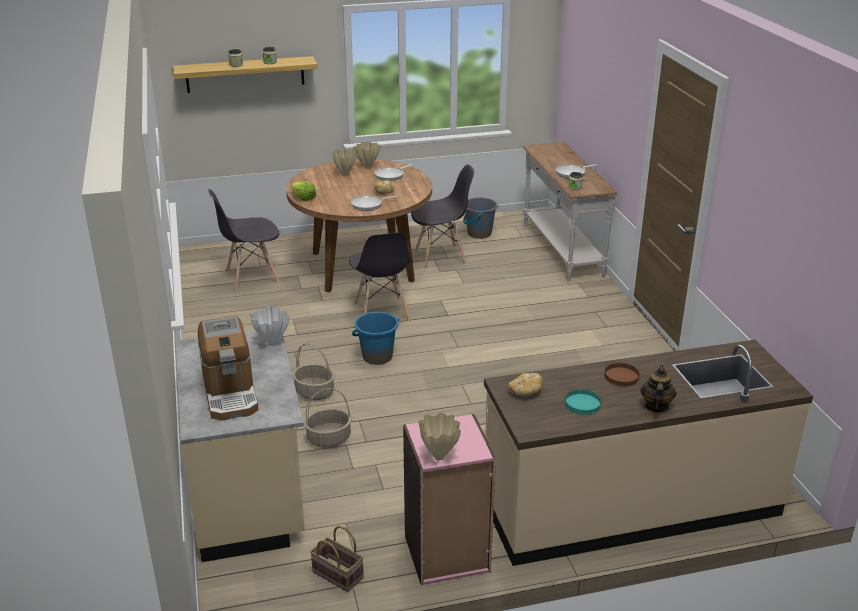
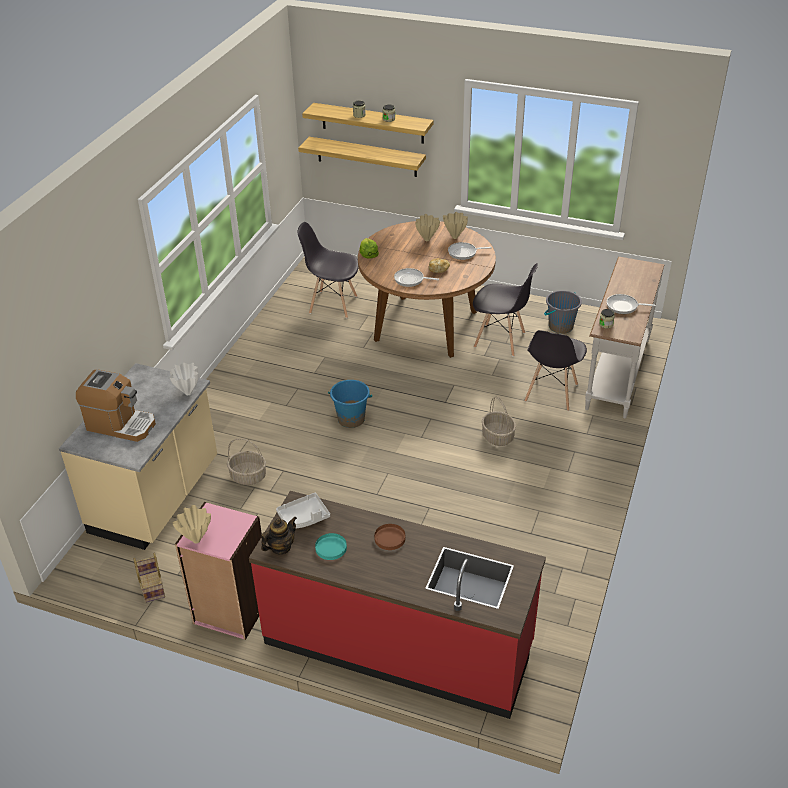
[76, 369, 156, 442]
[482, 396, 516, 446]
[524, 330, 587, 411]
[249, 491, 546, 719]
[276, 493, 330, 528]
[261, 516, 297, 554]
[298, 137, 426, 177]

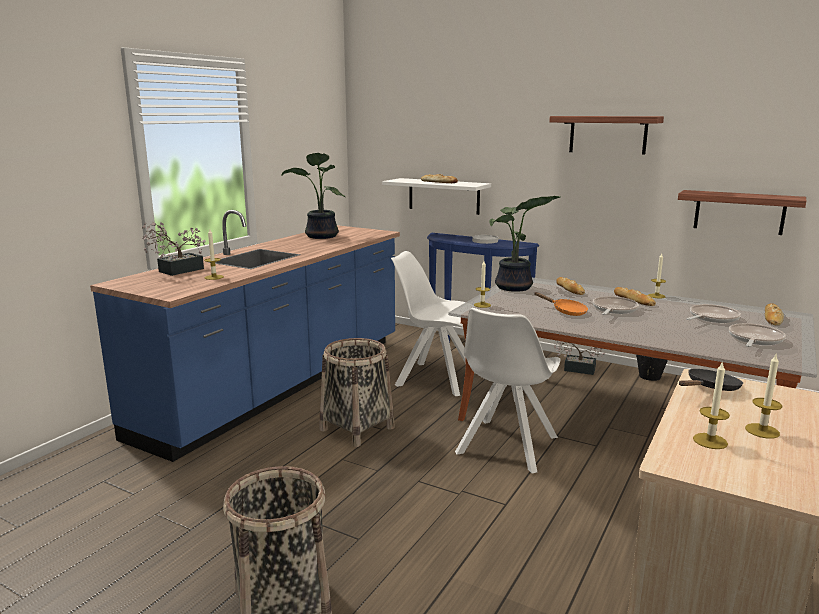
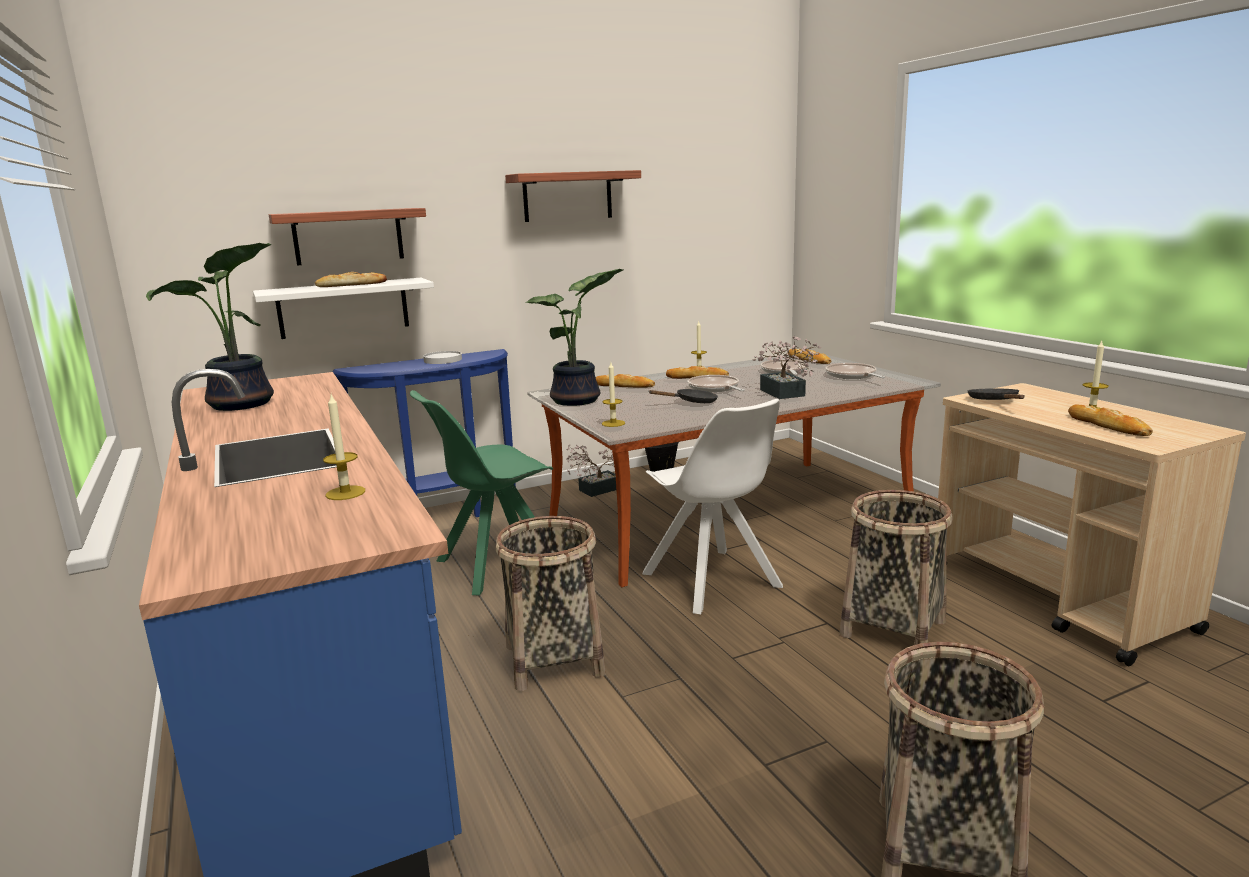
[753, 336, 821, 399]
[410, 390, 553, 595]
[649, 389, 718, 403]
[269, 208, 426, 265]
[1068, 404, 1153, 436]
[840, 490, 952, 645]

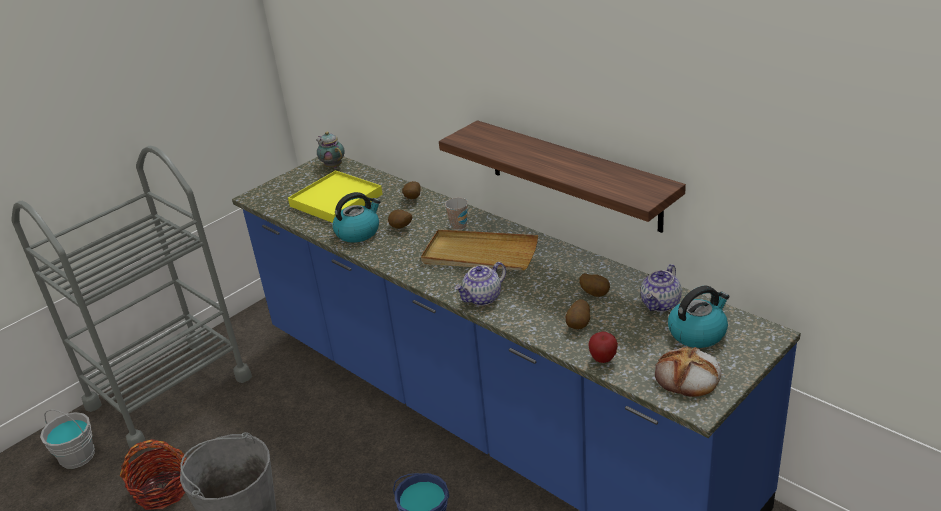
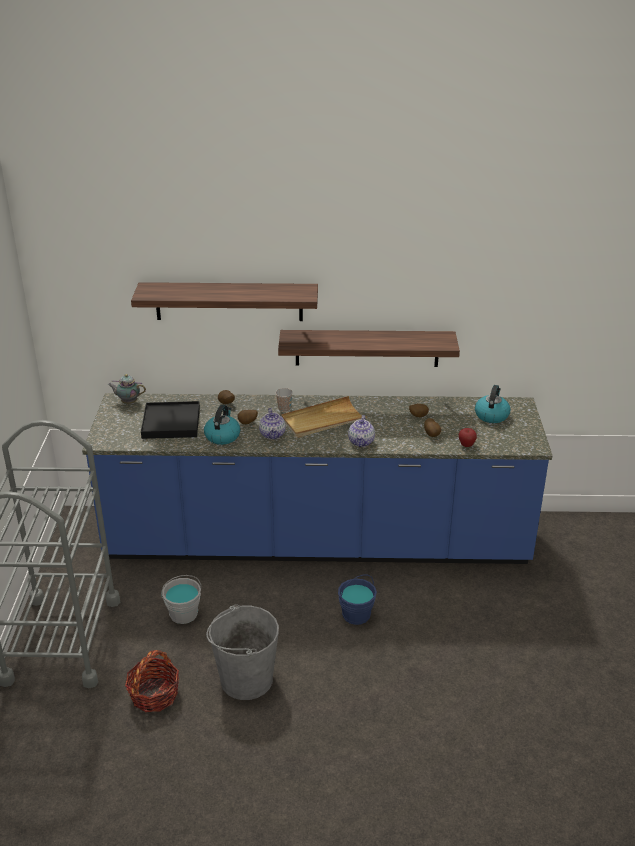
[161, 575, 201, 624]
[141, 401, 200, 439]
[259, 408, 286, 440]
[655, 347, 721, 397] (first image)
[131, 282, 318, 321]

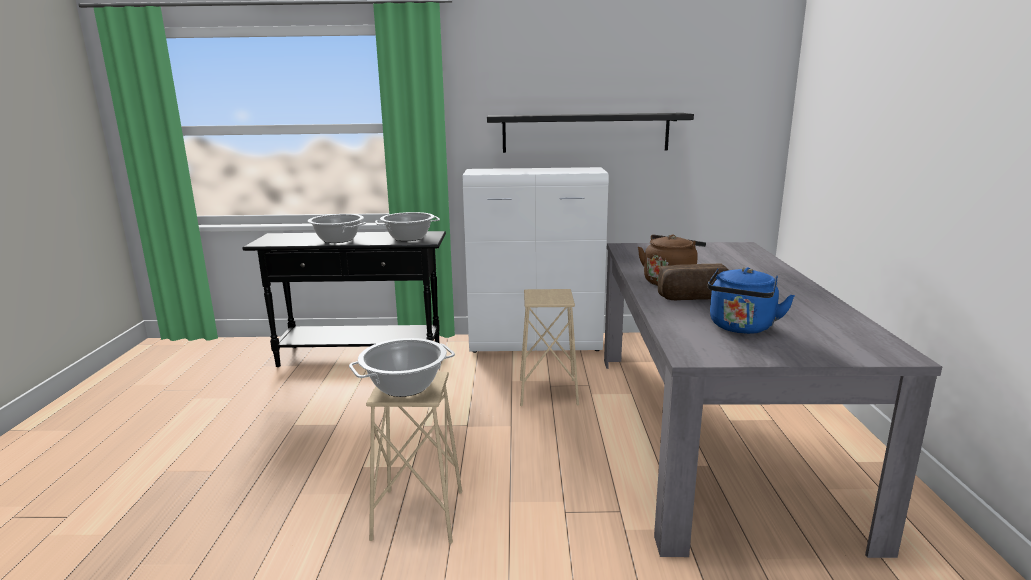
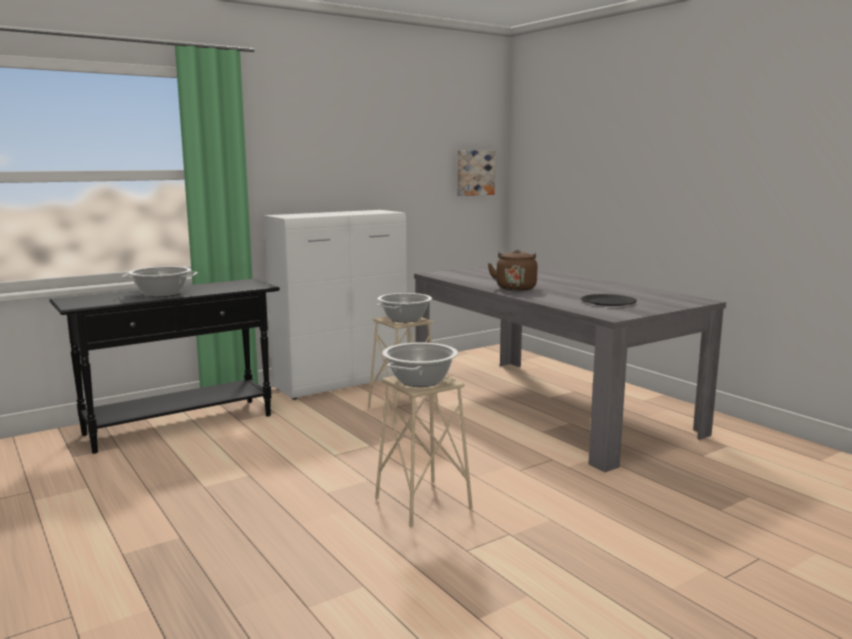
[377, 293, 432, 323]
[487, 113, 694, 153] (first image)
[658, 263, 729, 300] (first image)
[581, 294, 637, 306]
[457, 150, 495, 196]

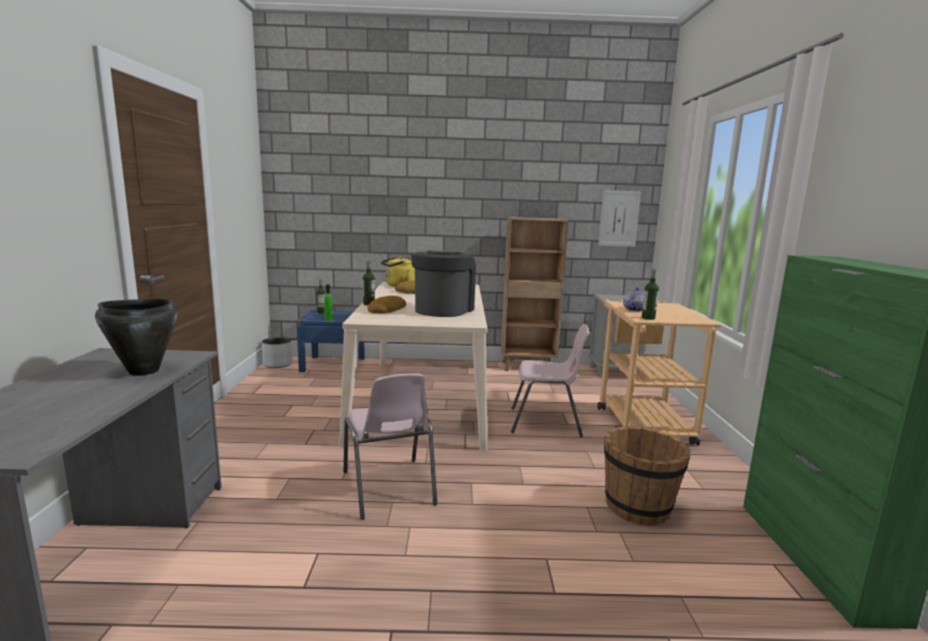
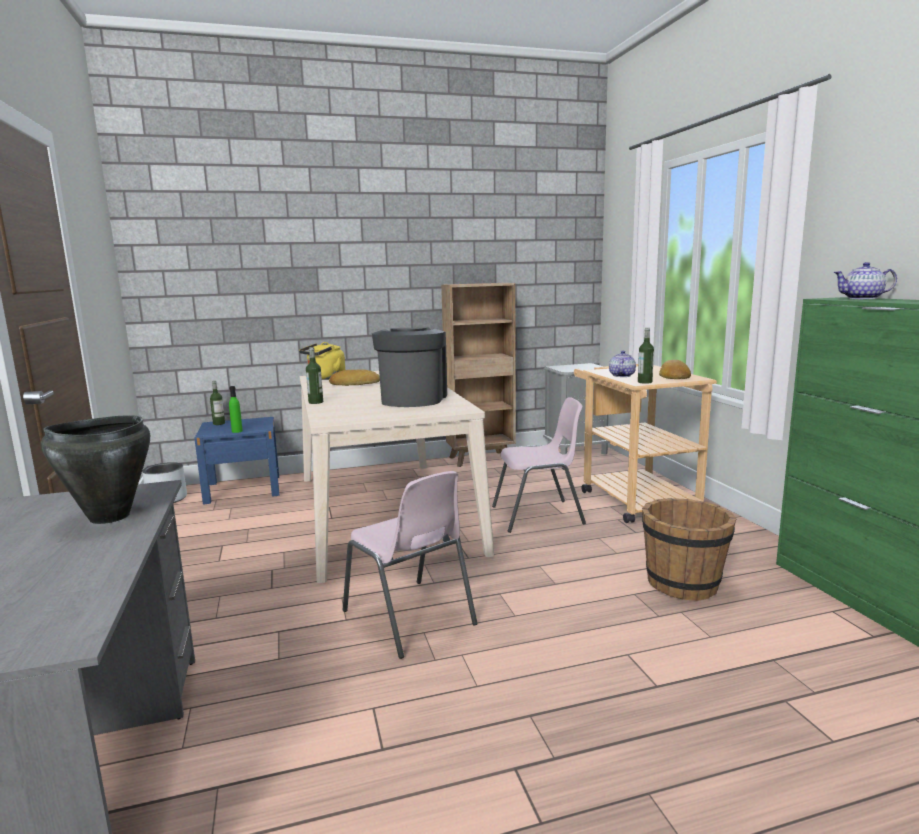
[659, 360, 691, 379]
[598, 190, 641, 247] (first image)
[833, 262, 897, 299]

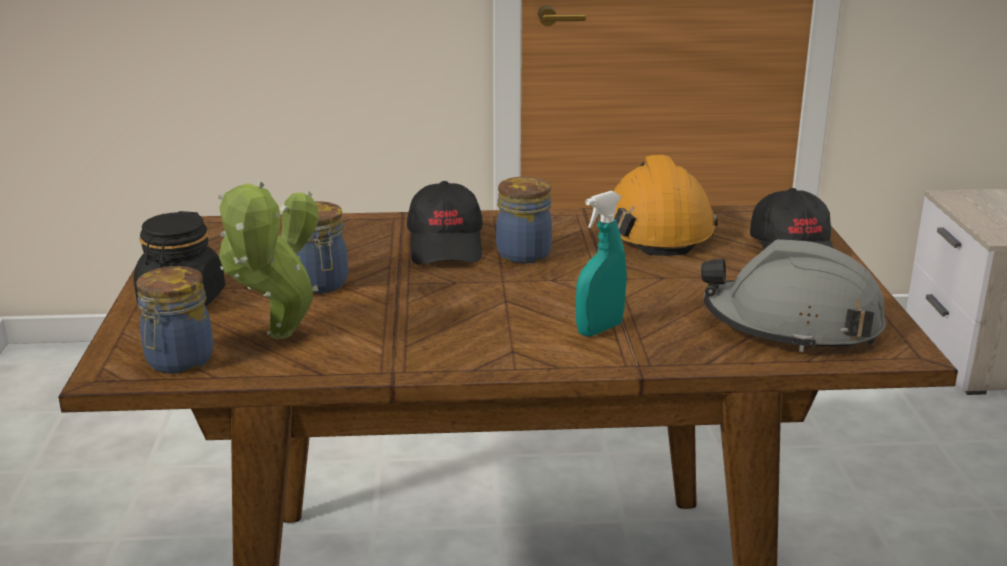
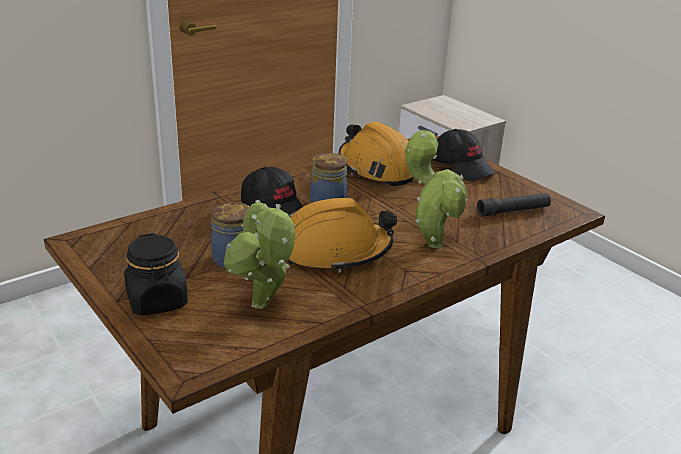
[136, 266, 213, 374] (first image)
[405, 130, 467, 248]
[477, 193, 551, 217]
[287, 198, 397, 273]

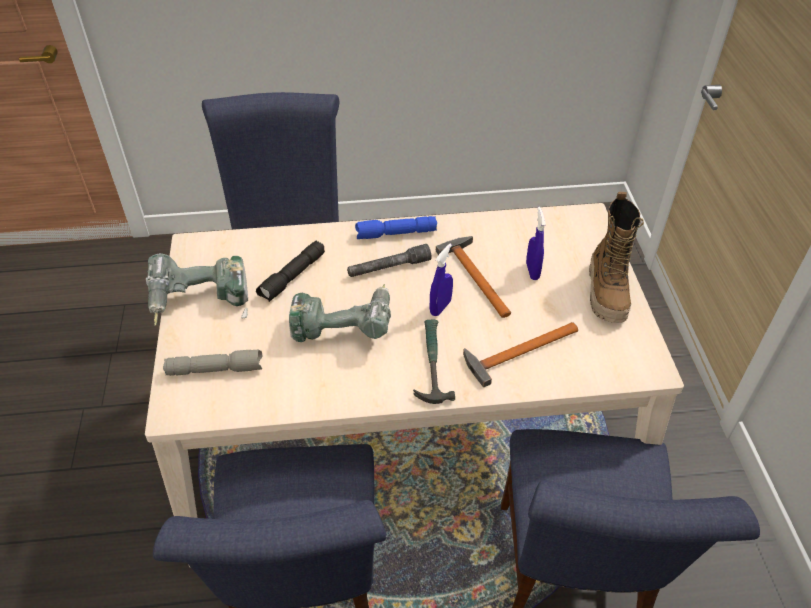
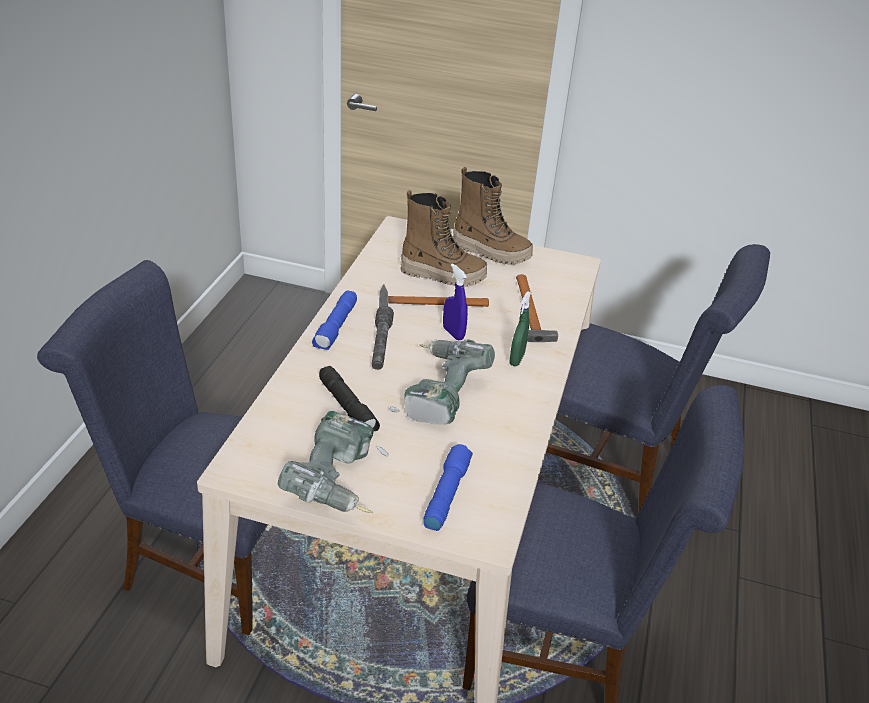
[423, 444, 473, 531]
[509, 291, 531, 366]
[400, 190, 487, 287]

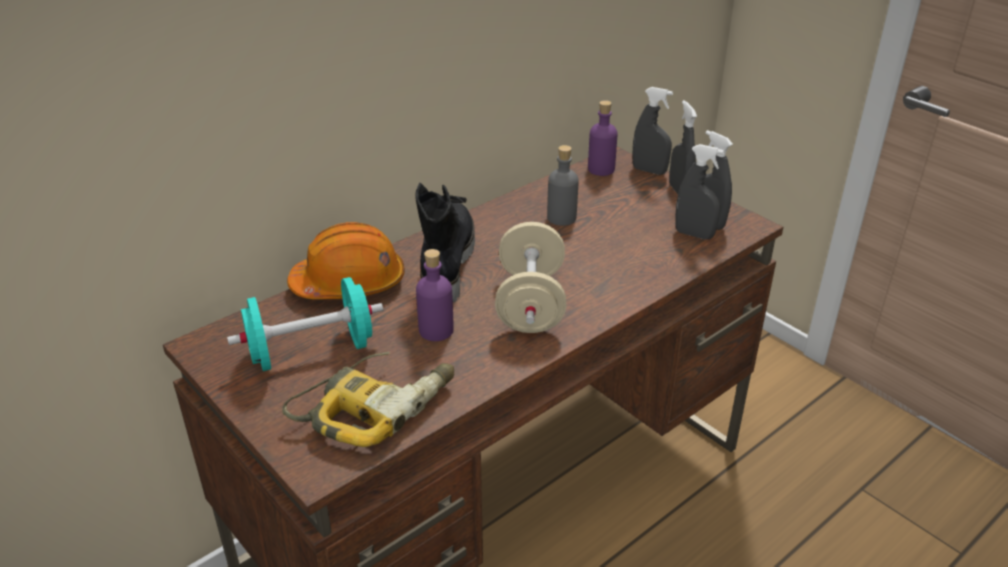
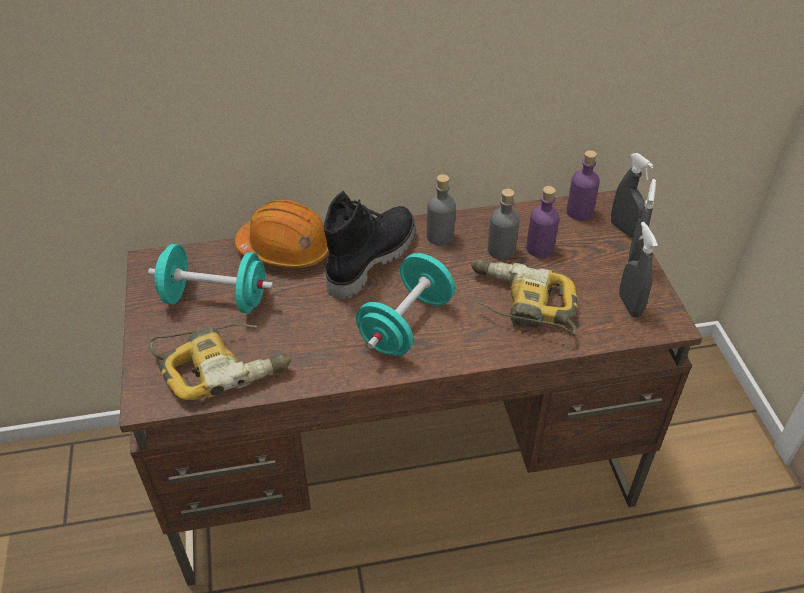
[526, 186, 560, 258]
[356, 253, 455, 356]
[675, 144, 724, 239] (first image)
[427, 174, 456, 246]
[471, 259, 577, 336]

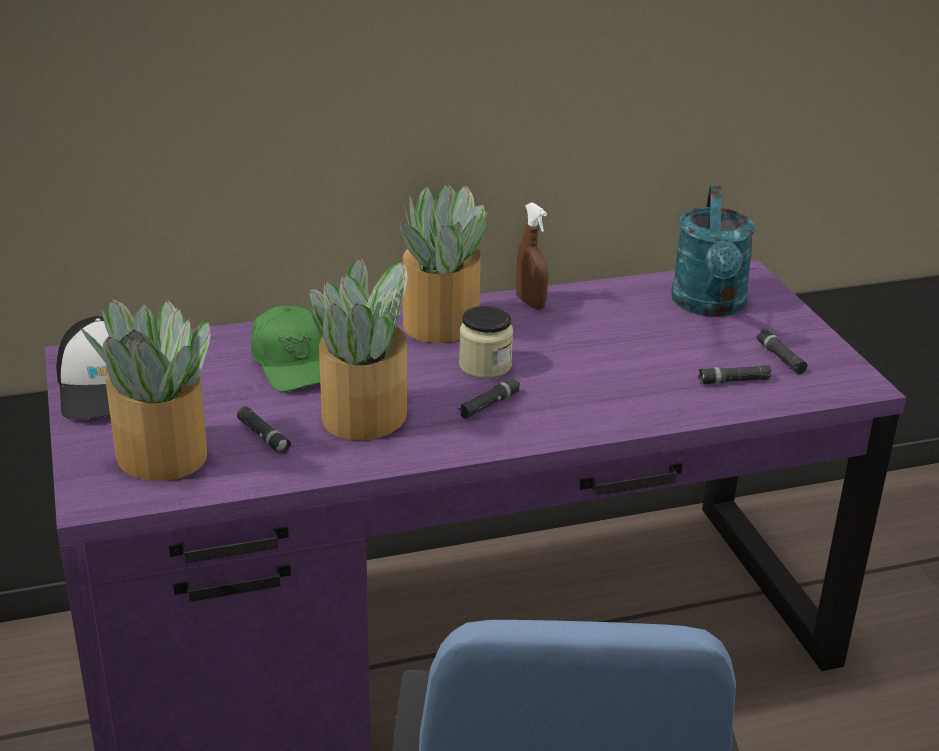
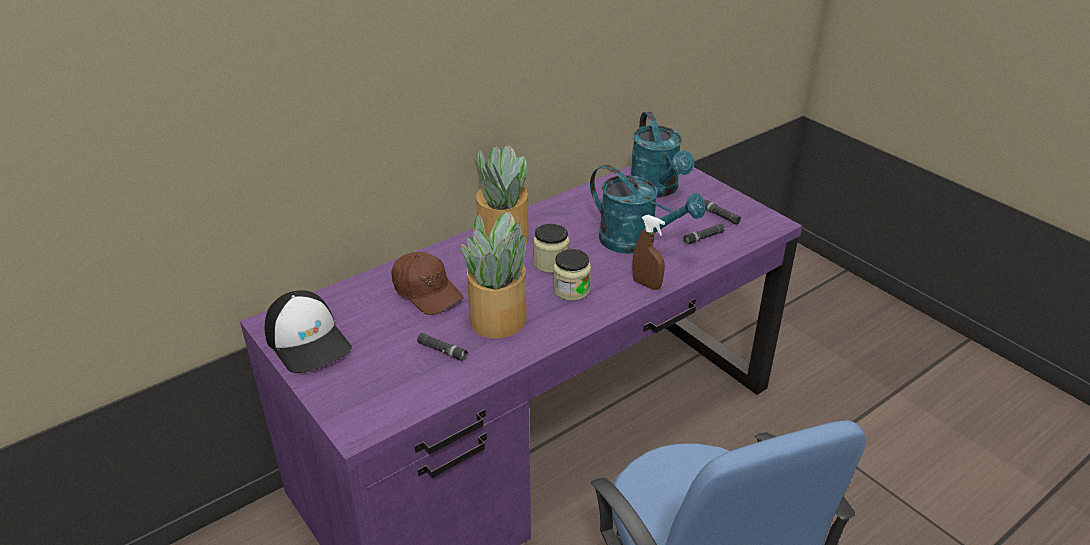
[81, 299, 210, 481] (first image)
[391, 252, 464, 315]
[553, 249, 591, 301]
[633, 215, 665, 290]
[590, 165, 706, 254]

